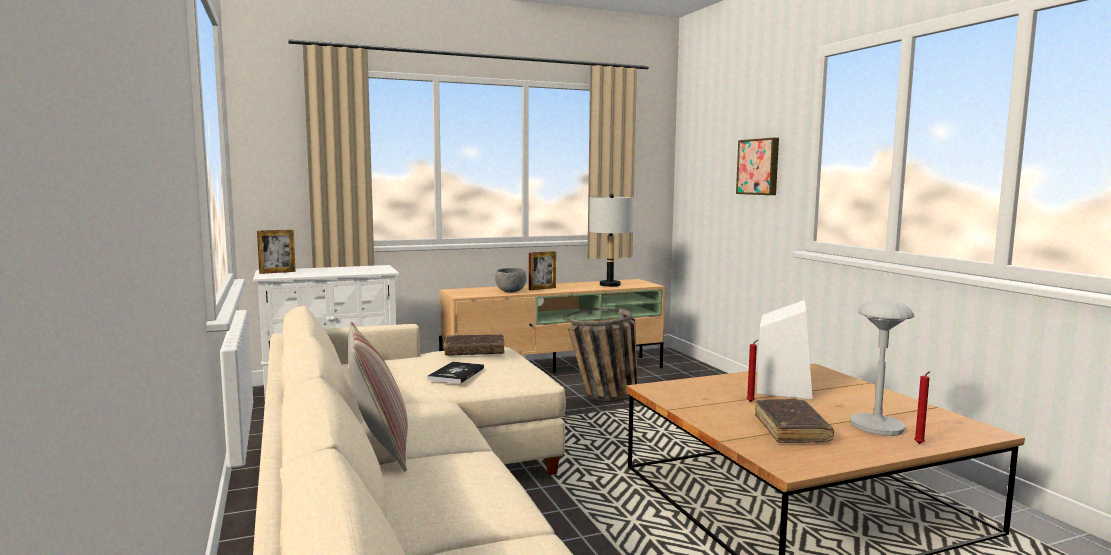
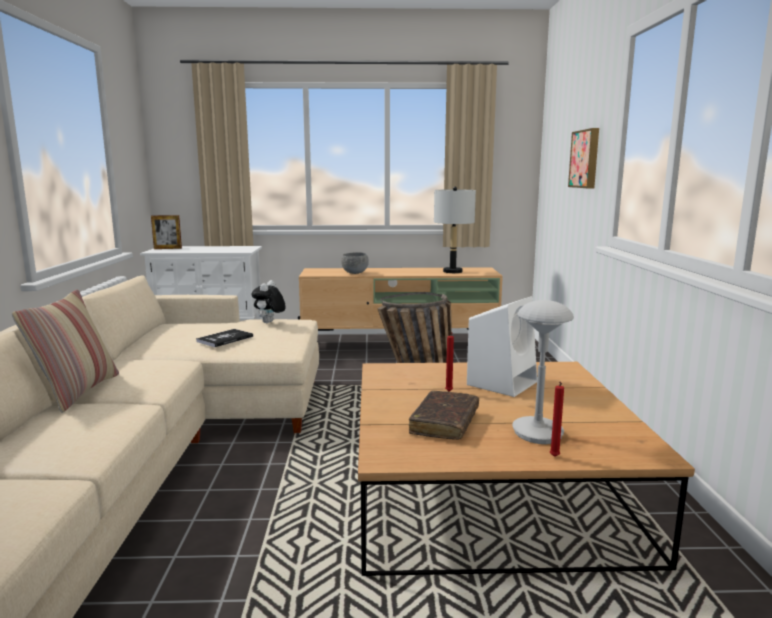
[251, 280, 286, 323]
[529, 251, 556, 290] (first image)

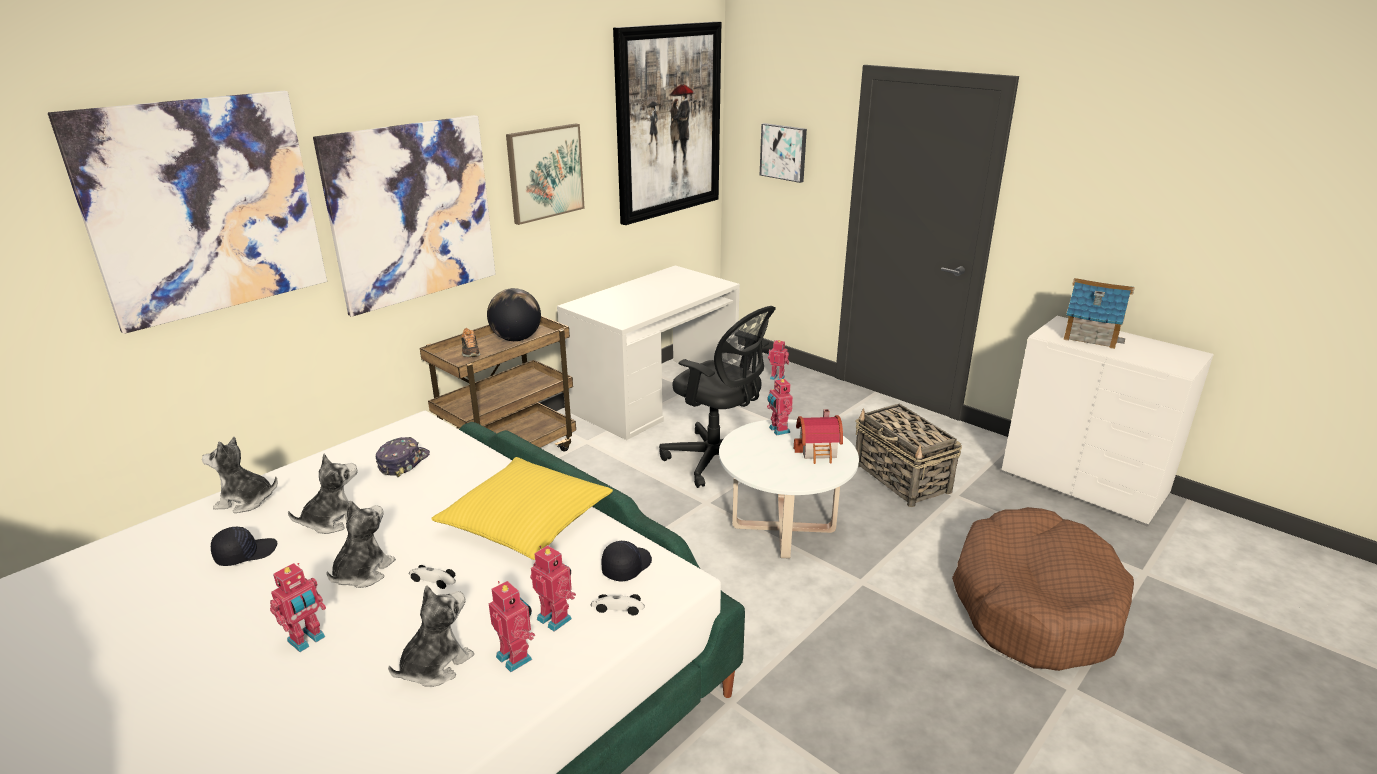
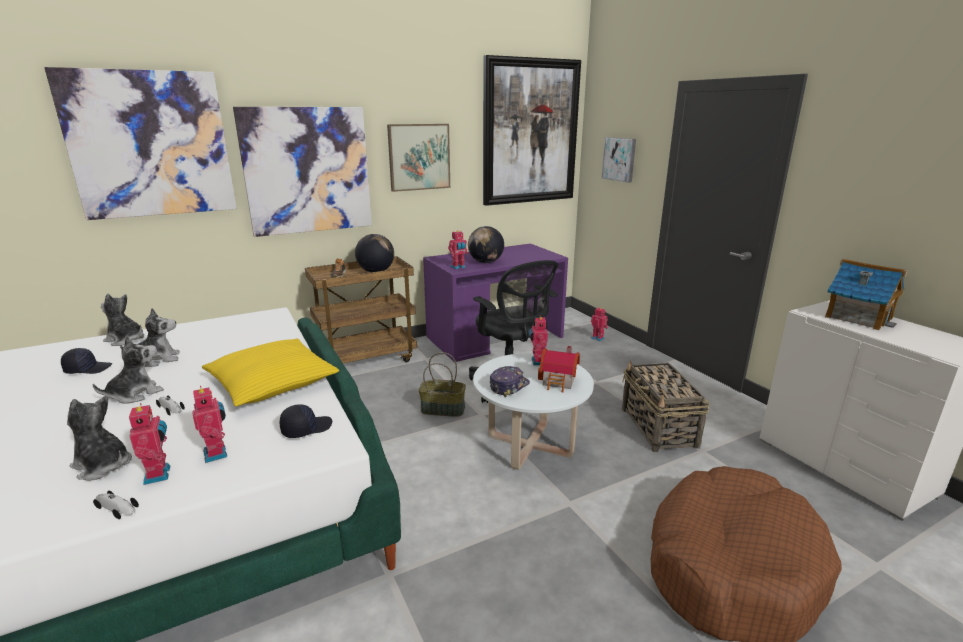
[448, 230, 468, 269]
[490, 366, 530, 397]
[67, 396, 132, 481]
[423, 244, 568, 362]
[93, 491, 139, 519]
[419, 352, 466, 417]
[468, 226, 504, 263]

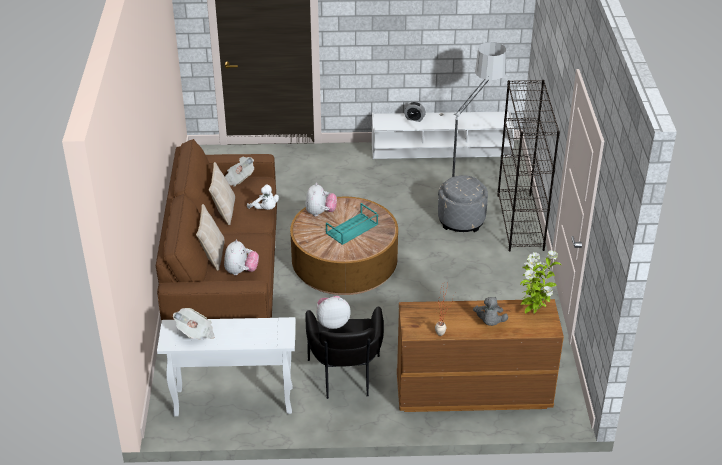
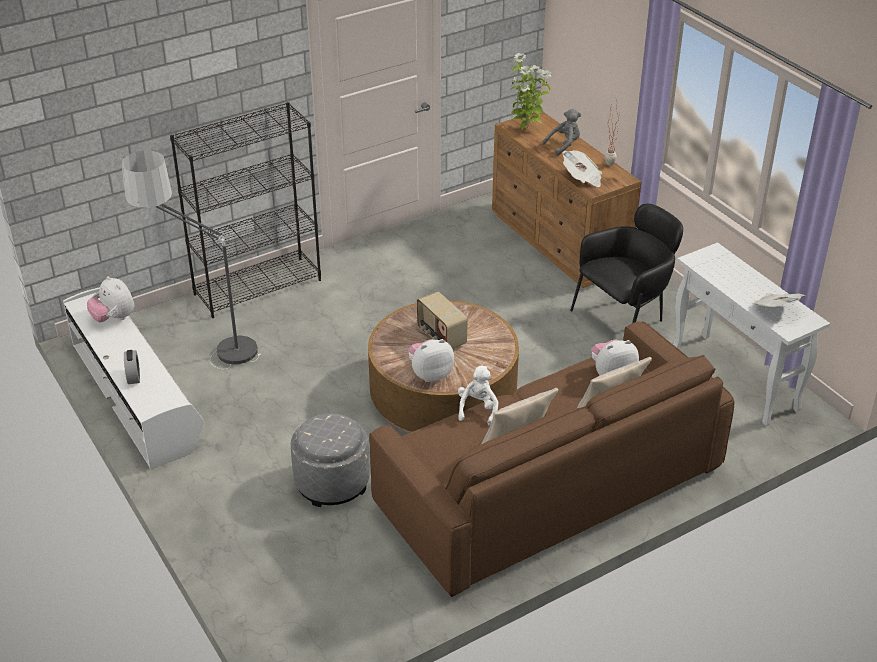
[562, 150, 602, 187]
[87, 276, 134, 322]
[417, 291, 468, 349]
[291, 413, 370, 507]

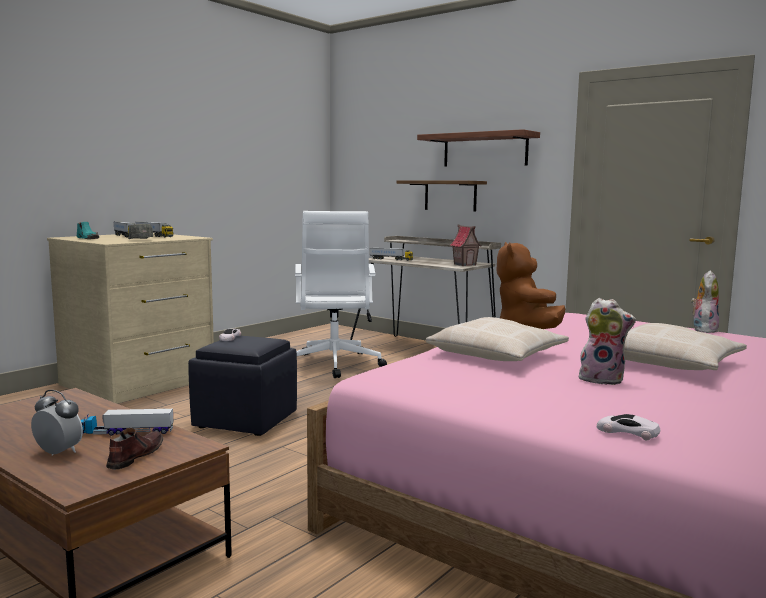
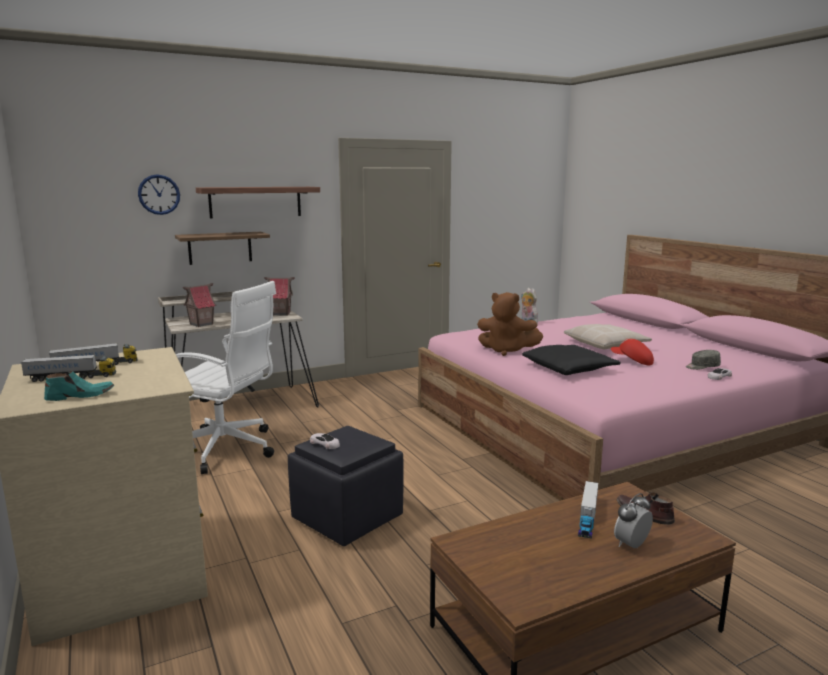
[686, 350, 721, 370]
[183, 283, 216, 327]
[522, 345, 621, 375]
[611, 338, 654, 365]
[138, 174, 180, 215]

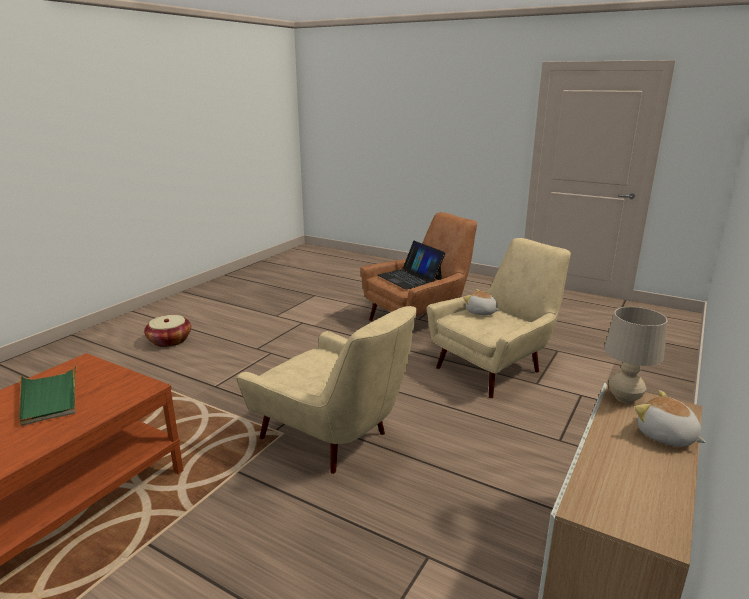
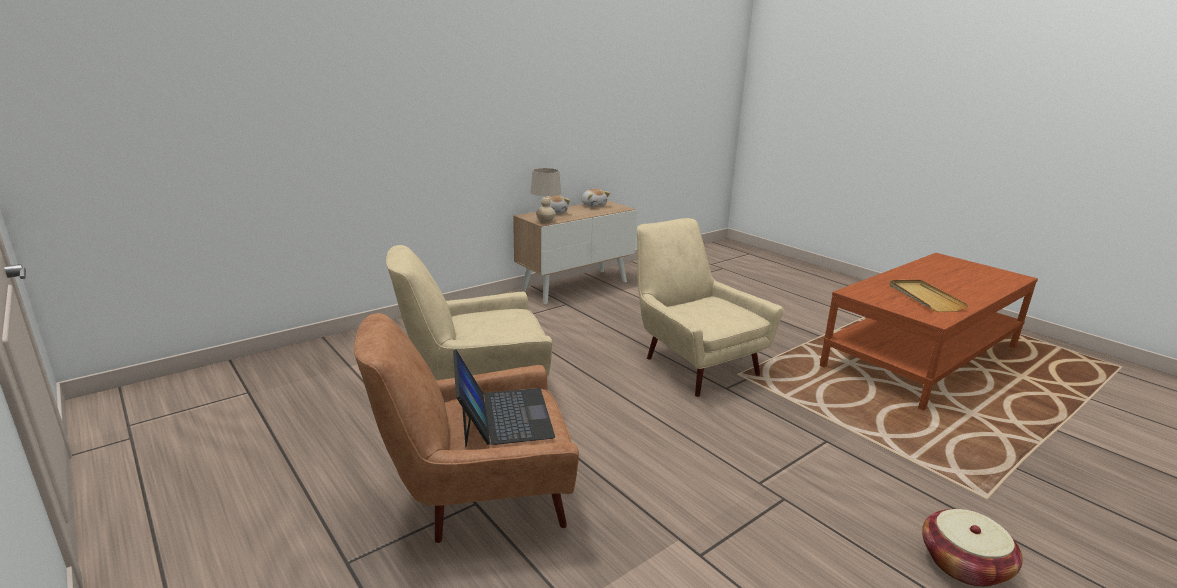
[889, 280, 969, 312]
[581, 189, 610, 207]

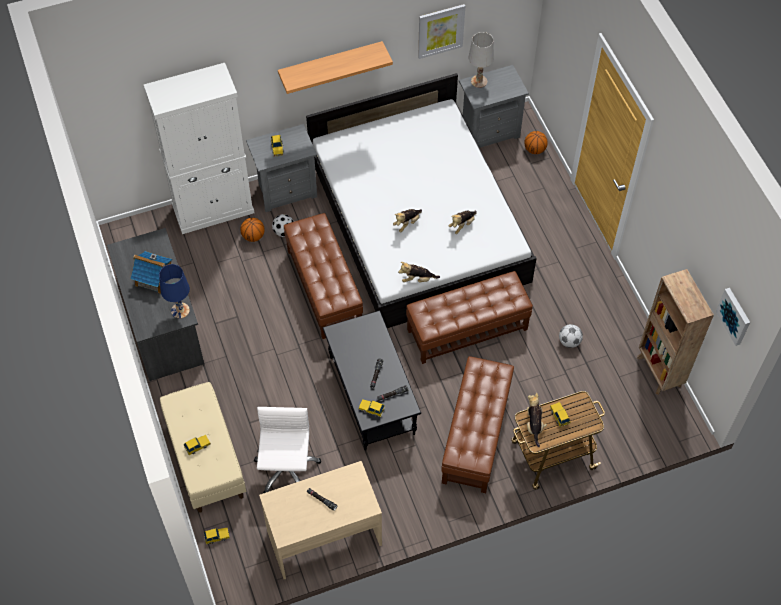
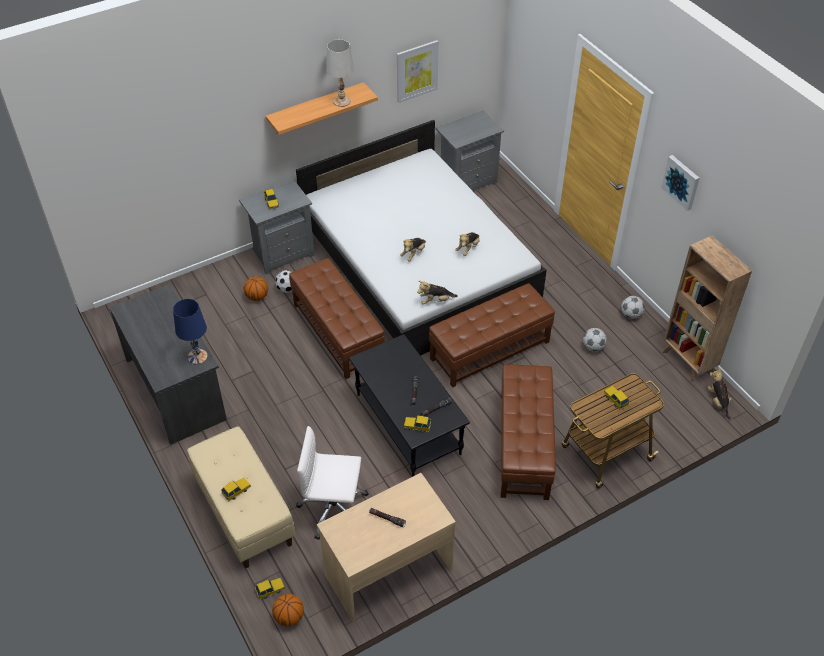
[130, 251, 172, 294] (first image)
[144, 63, 254, 234] (first image)
[296, 426, 369, 540]
[326, 39, 354, 107]
[272, 594, 304, 626]
[708, 368, 732, 420]
[661, 155, 700, 211]
[621, 296, 645, 319]

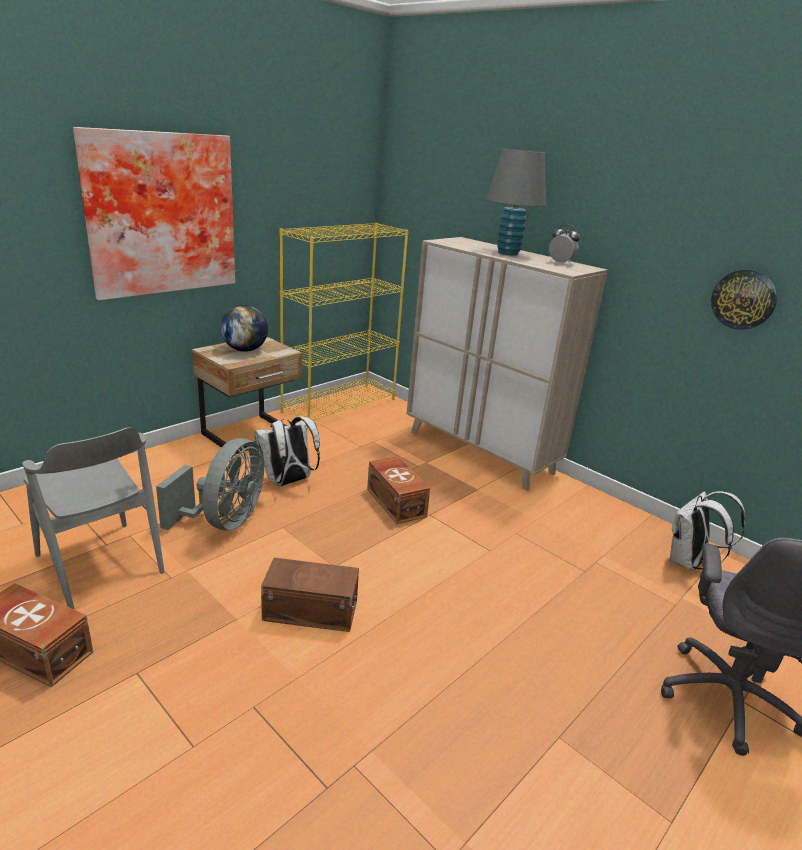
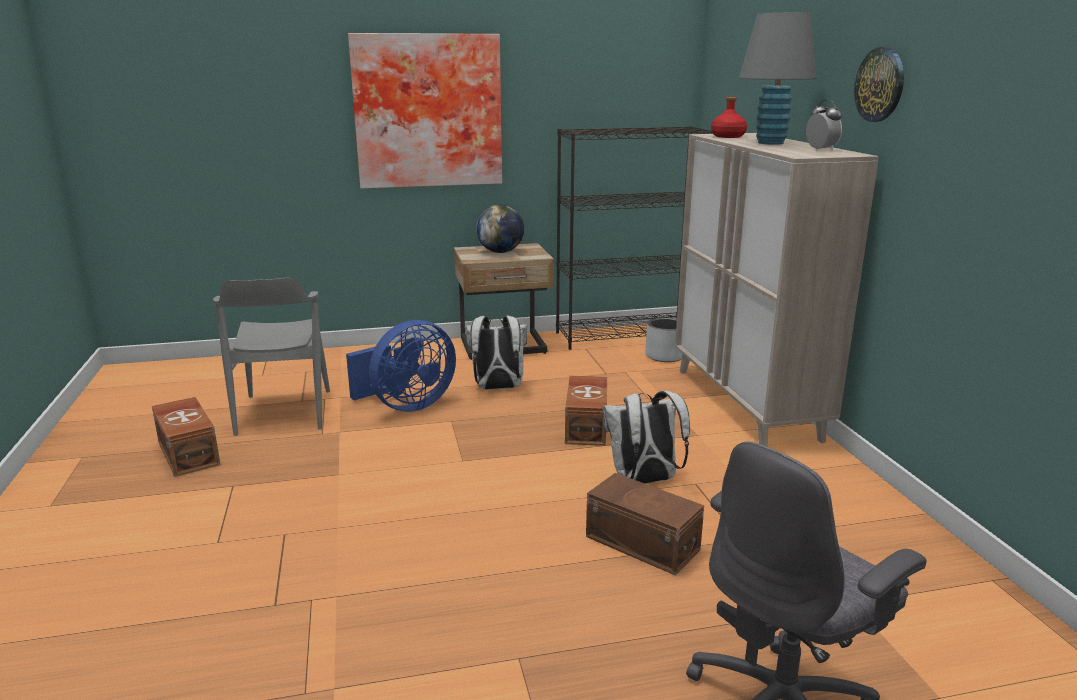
[346, 320, 456, 412]
[586, 473, 704, 575]
[556, 126, 713, 350]
[602, 391, 690, 484]
[854, 47, 904, 122]
[645, 317, 682, 362]
[711, 97, 747, 138]

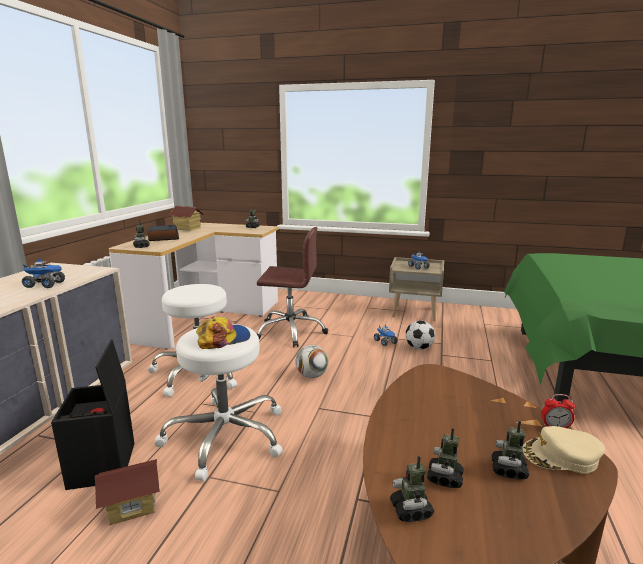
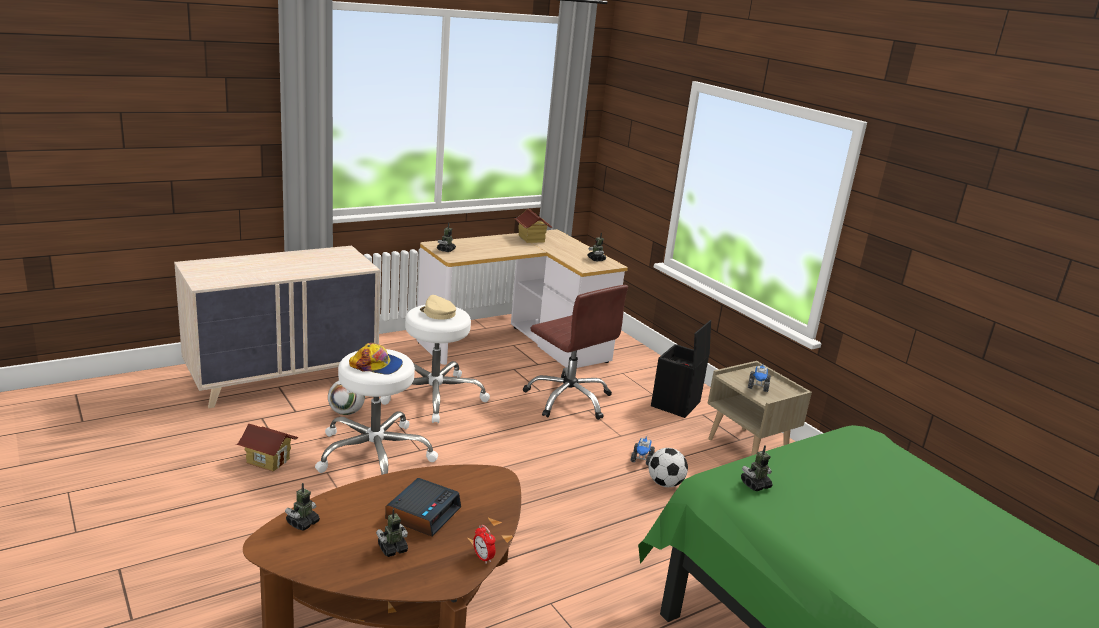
[22, 258, 65, 288] (first image)
[651, 320, 711, 418]
[385, 478, 461, 537]
[328, 381, 365, 415]
[741, 445, 773, 491]
[420, 295, 456, 320]

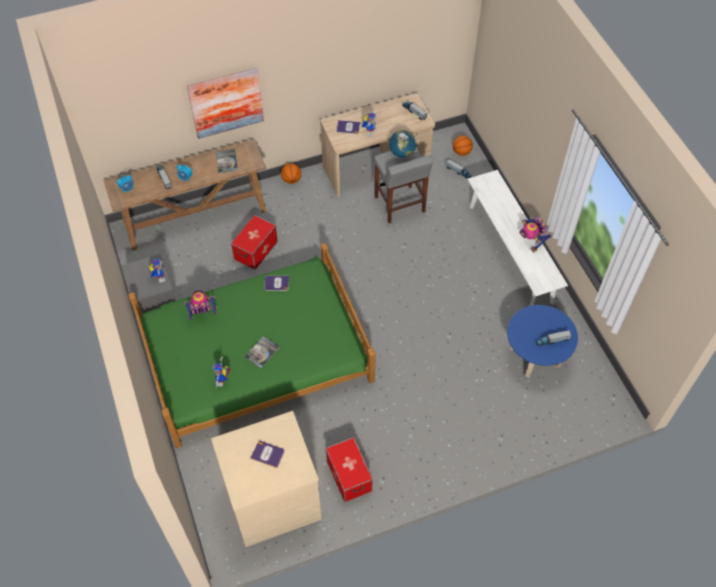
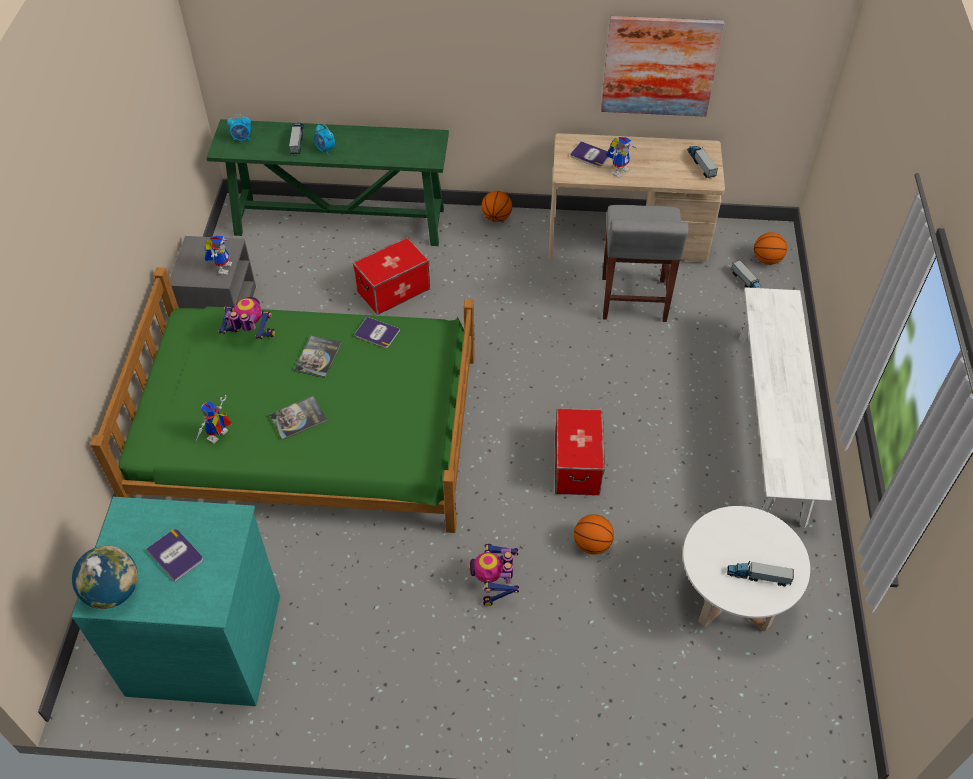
[206, 119, 449, 246]
[601, 16, 725, 117]
[72, 497, 280, 706]
[294, 335, 342, 378]
[555, 408, 605, 496]
[72, 546, 138, 609]
[683, 506, 810, 631]
[468, 543, 519, 606]
[574, 514, 614, 555]

